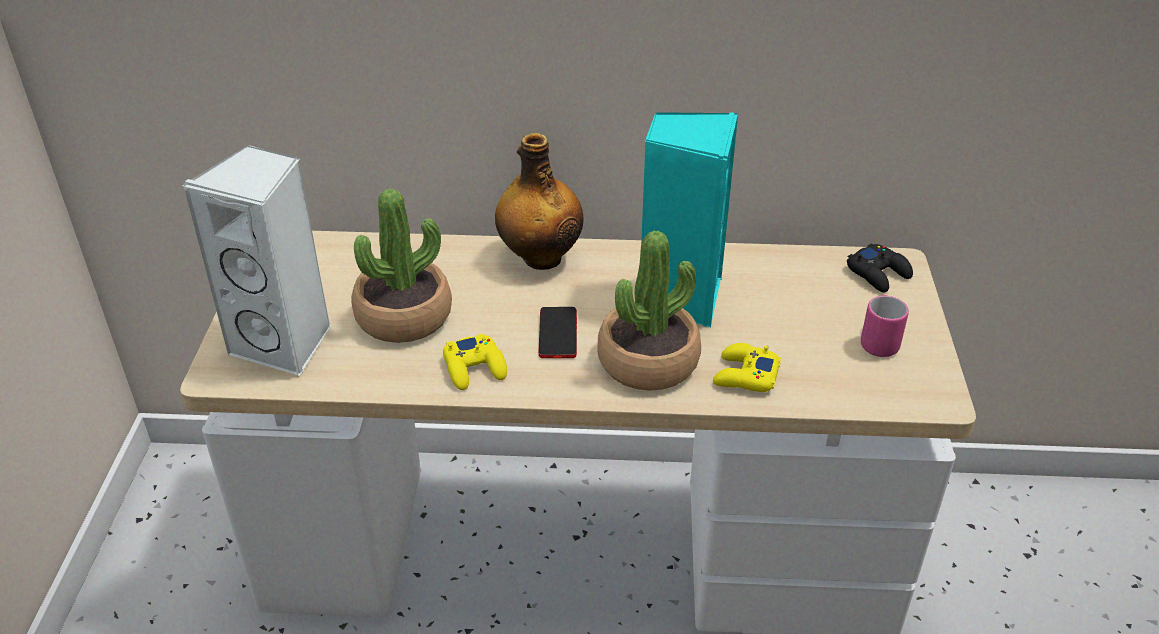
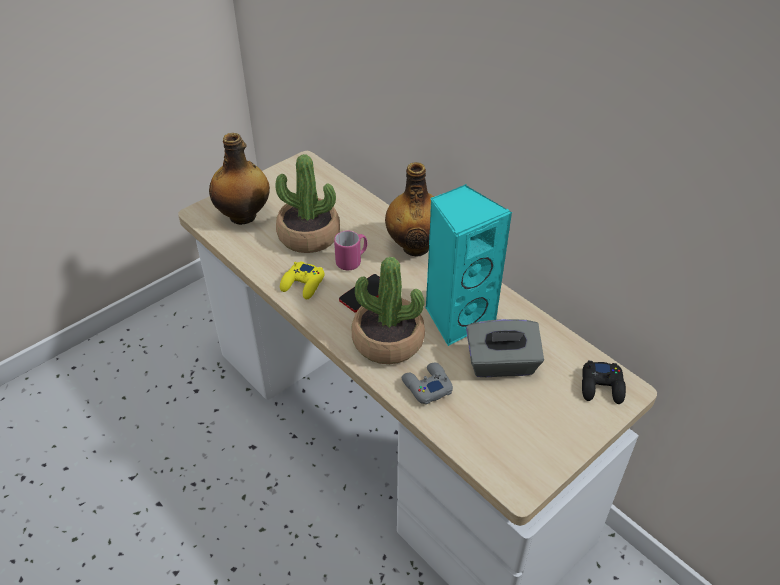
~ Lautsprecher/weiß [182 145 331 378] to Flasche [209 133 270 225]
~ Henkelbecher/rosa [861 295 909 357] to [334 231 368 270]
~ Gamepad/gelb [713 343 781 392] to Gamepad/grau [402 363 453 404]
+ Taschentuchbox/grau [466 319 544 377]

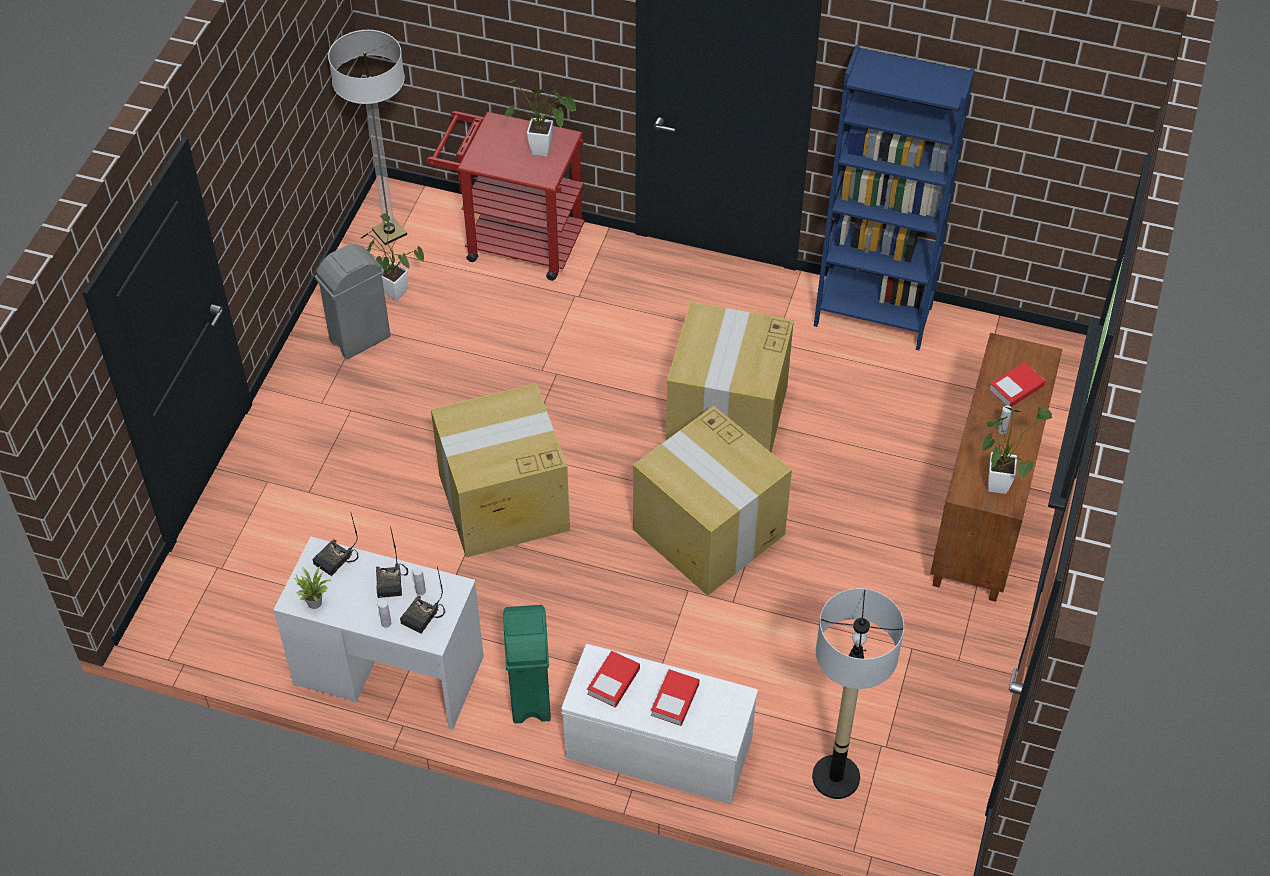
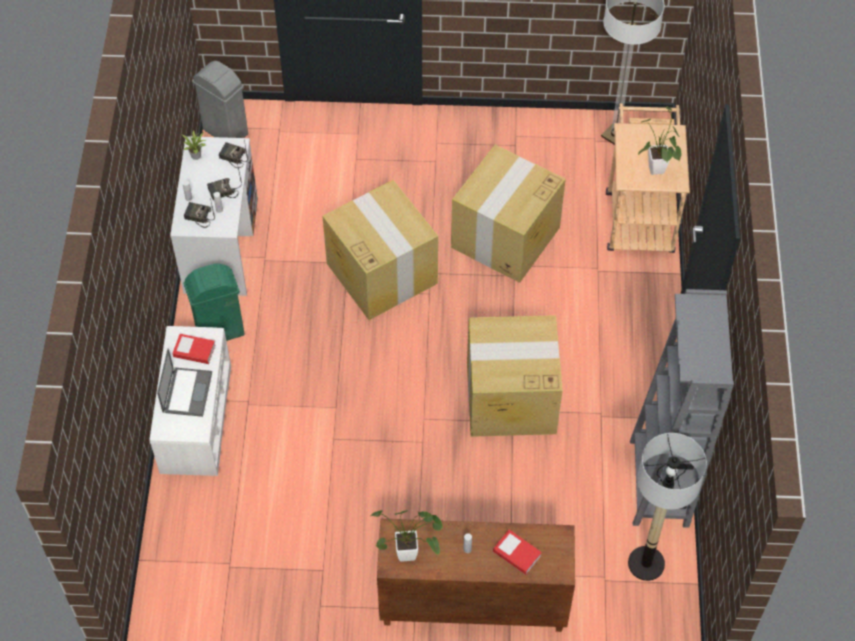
~ Buch [651 669 699 726] to Laptop [157 348 212 417]
~ Mülleimer/grau [315 244 390 360] to [192 61 248 138]
~ Karton [633 406 792 596] to [451 145 566 283]
~ Rollwagen/rot [426 111 585 281] to Rollwagen/beige [606 103 690 253]
~ Stehlampe [812 588 904 799] to [628 433 707 581]
~ Bücherregal/blau [814 45 975 350] to Bücherregal/grau [630 289 734 528]
- Topfpflanze [361 213 424 301]

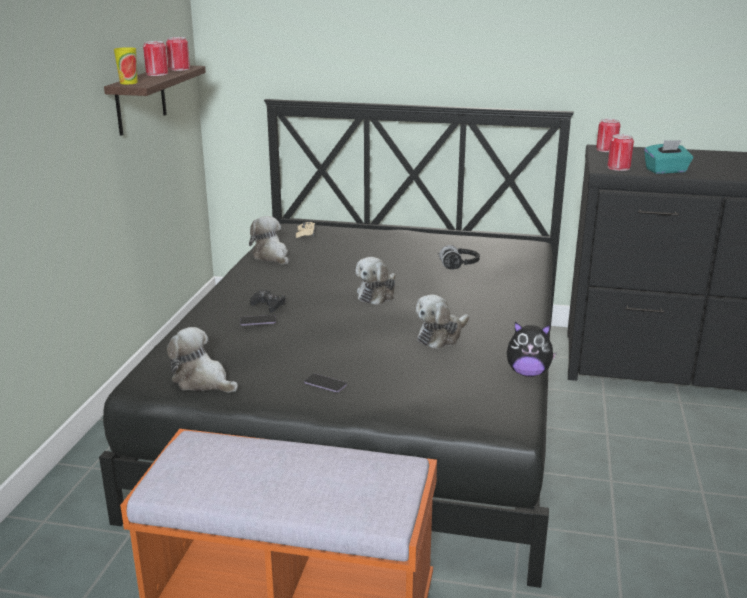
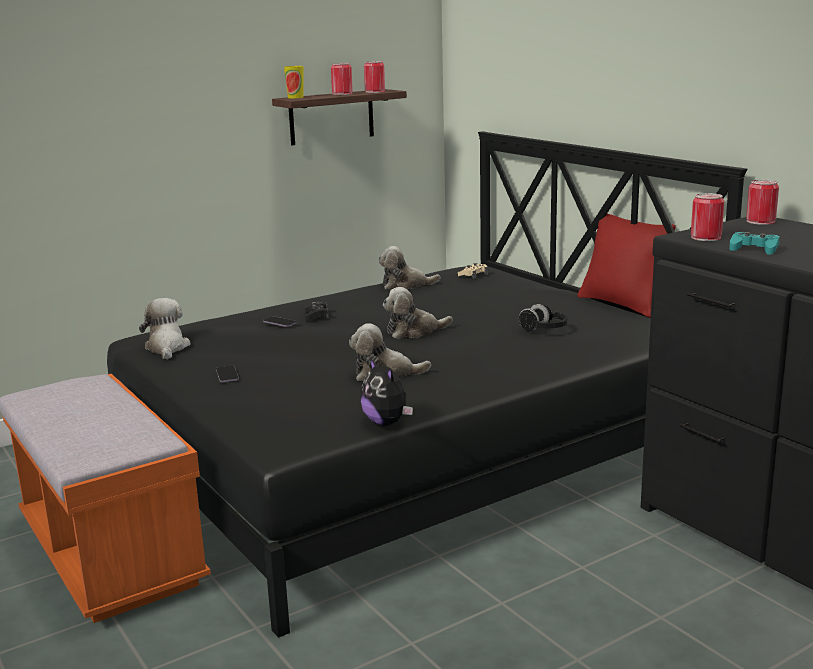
~ Plüschtier [249 216 289 265] = [378 246 440 289] 105 degrees counterclockwise
+ Kissen/rot [577 214 676 318]
~ Taschentuchbox/türkis [644 140 693 174] to Gamepad/türkis [729 232 780 255]

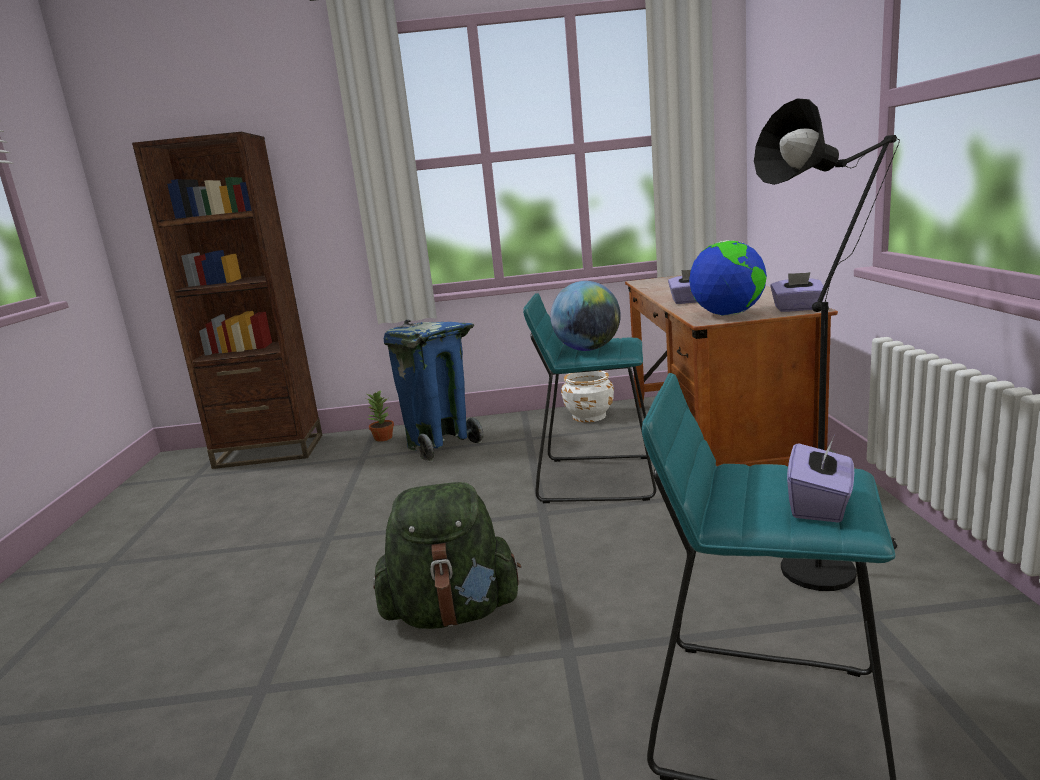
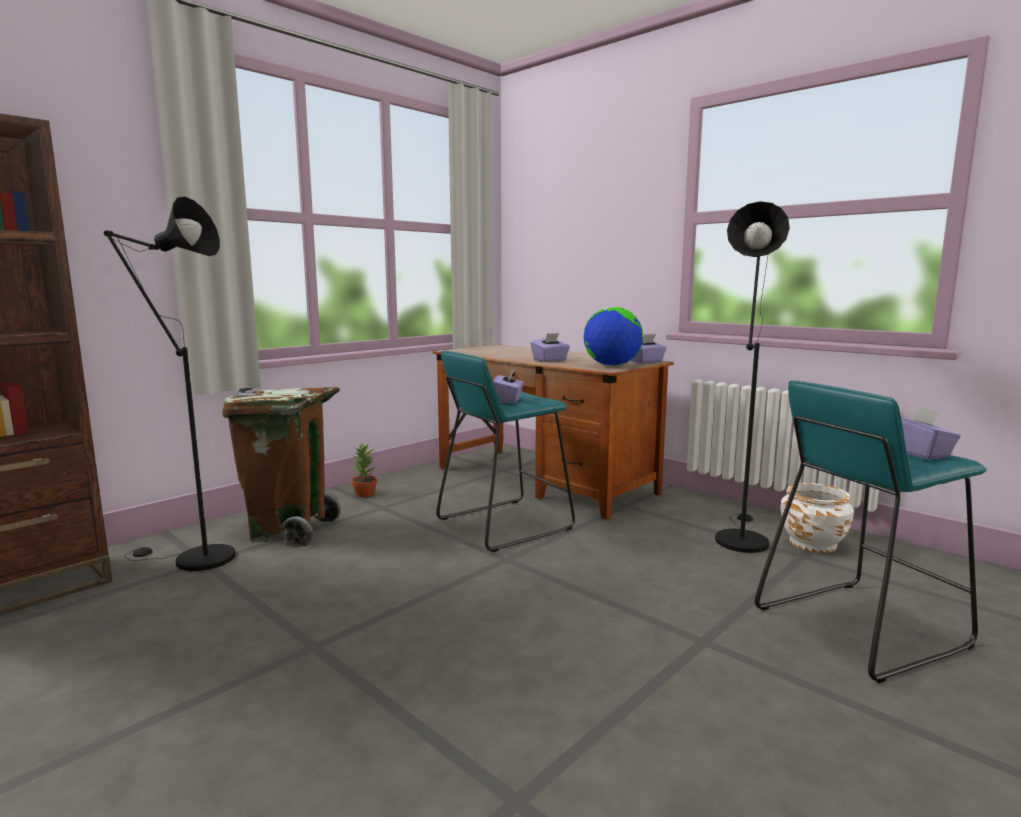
+ Stehlampe/schwarz [104 197 235 571]
~ Mülleimer/blau [384 320 484 462] to Mülleimer/braun [222 387 341 548]
~ Topfpflanze [366 390 394 441] to [351 443 378 497]
~ Globus [550 281 621 351] to Taschentuchbox/lila [493 369 523 403]
~ Pflanzkübel/weiß [561 371 614 422] to [780 483 854 553]
- Rucksack/grün [373 482 521 629]

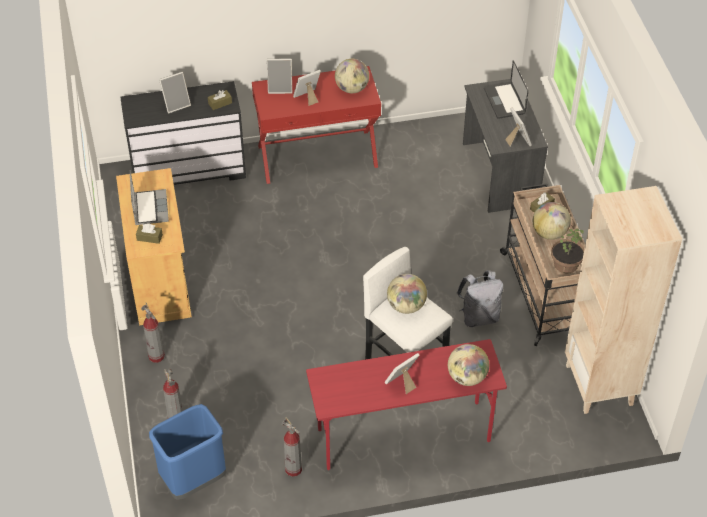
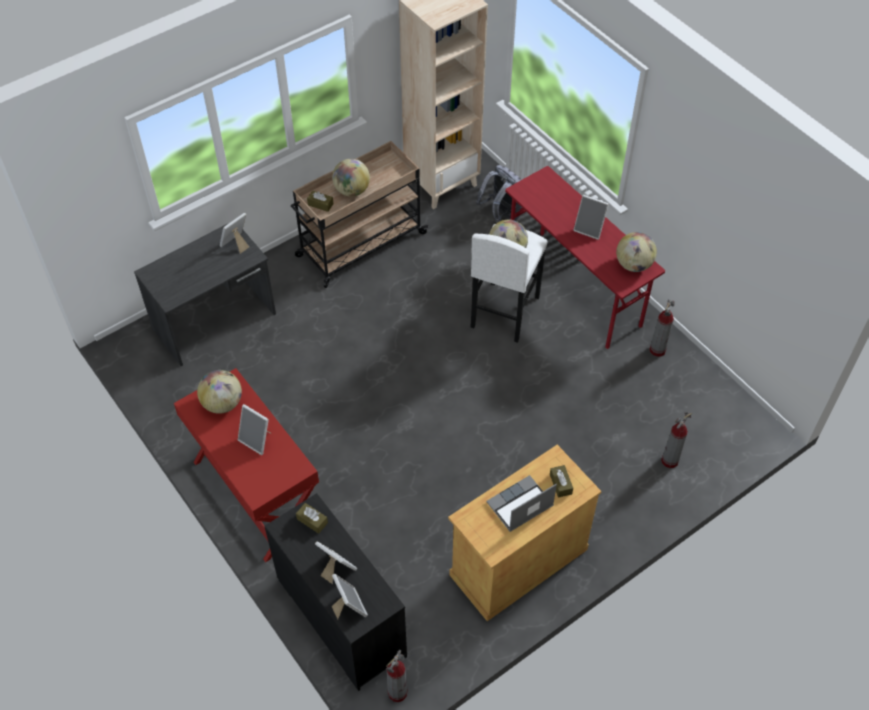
~ Bilderrahmen [267 59 292 94] to [332 574 368 619]
~ Feuerlöscher [141 303 165 363] to [386 650 408 702]
~ Rucksack/grau [456 270 503 327] to [476 165 522 223]
~ Globus [448 344 489 386] to [616 232 657 272]
- Mülleimer/blau [149 404 226 500]
- Laptop [484 60 528 119]
- Topfpflanze [551 228 584 274]

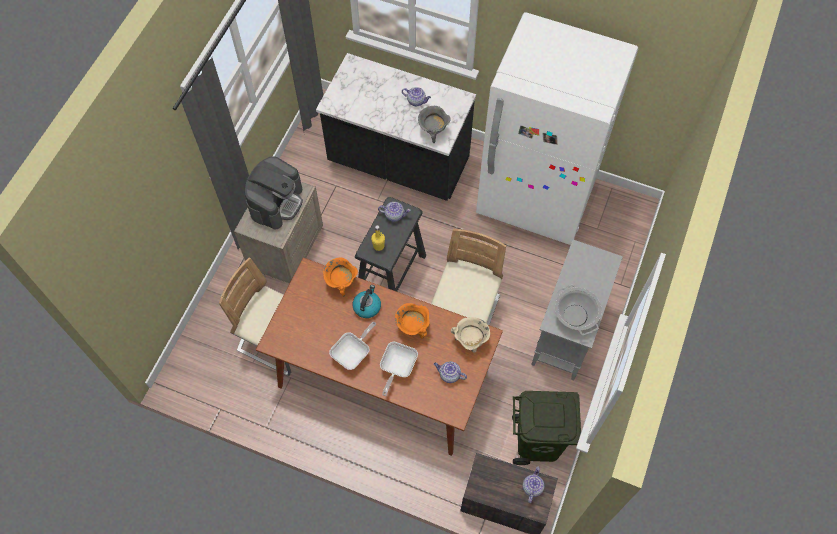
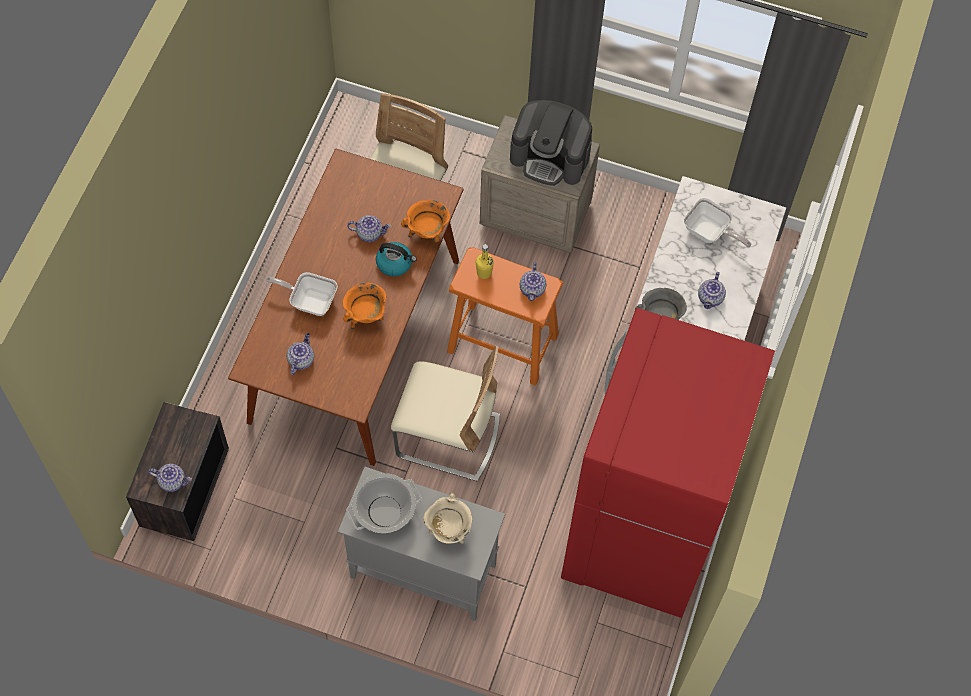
+ Teekanne [347 215 391 242]
~ Kochtopf/beige [451 317 490 352] to [423 493 472 544]
~ Hocker/schwarz [355 197 426 292] to Hocker/orange [447 247 563 386]
~ Kühlschrank/weiß [476 12 638 245] to Kühlschrank/rot [561 308 775 618]
~ Pfanne [329 322 376 370] to [684 198 751 248]
- Mülleimer/grün [512 391 581 465]

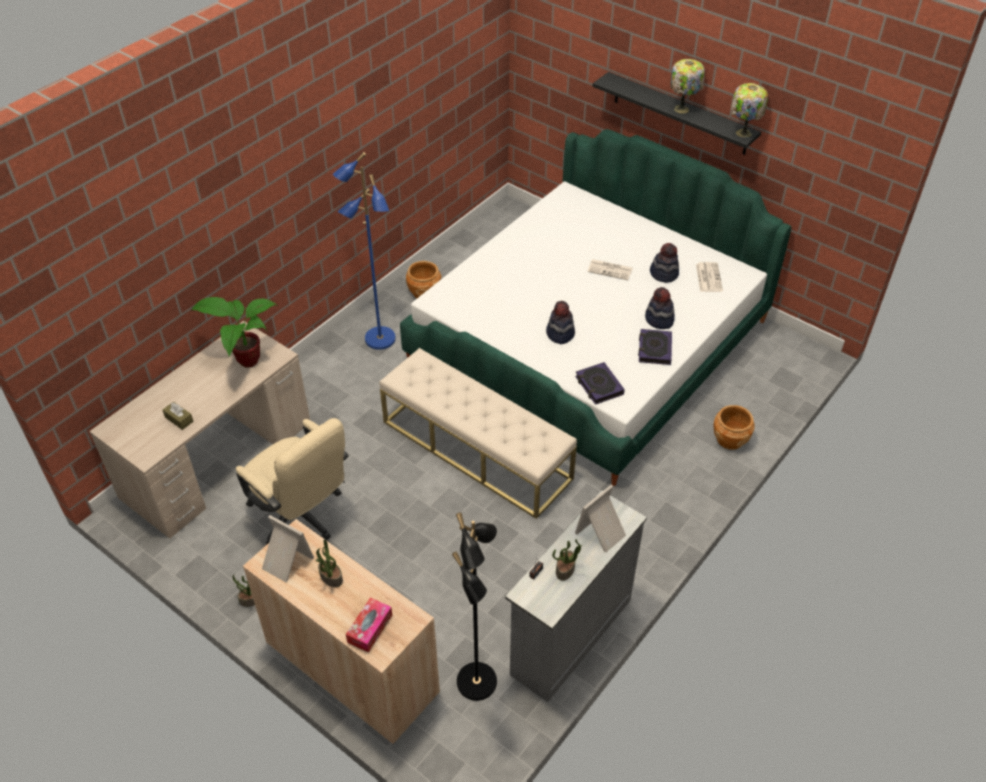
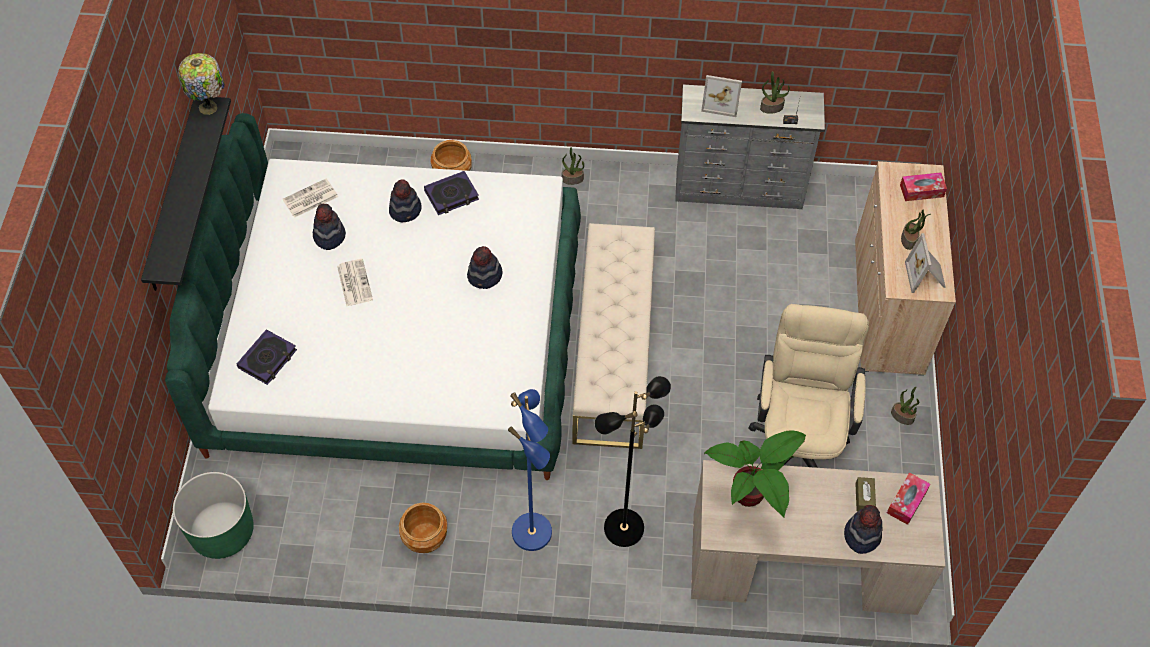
+ Pflanzkübel/grün [173 472 254 559]
~ Buch [575 362 625 405] to [237 329 297 385]
+ Topfpflanze [562 147 584 185]
~ Stehlampe/schwarz [452 513 497 701] to [595 376 671 547]
+ Hut [844 505 882 554]
+ Taschentuchbox [887 472 931 525]
- Tischlampe [671 59 705 114]

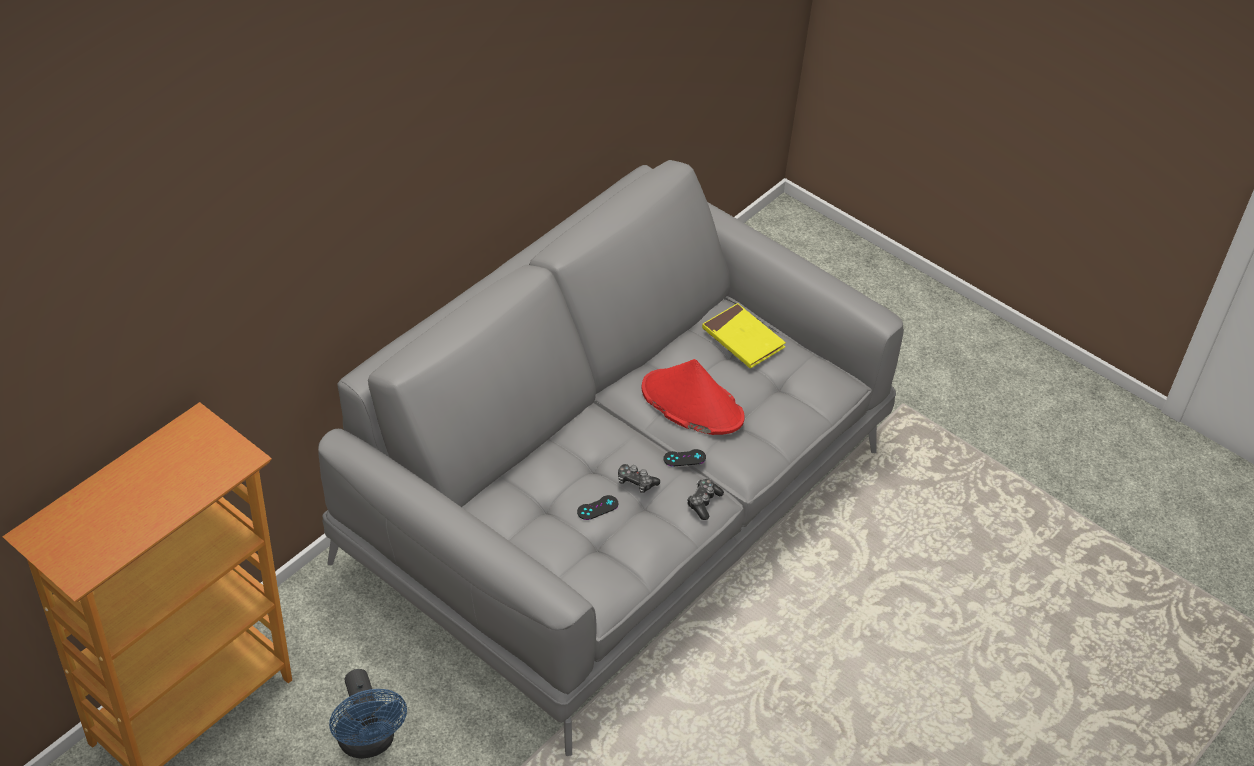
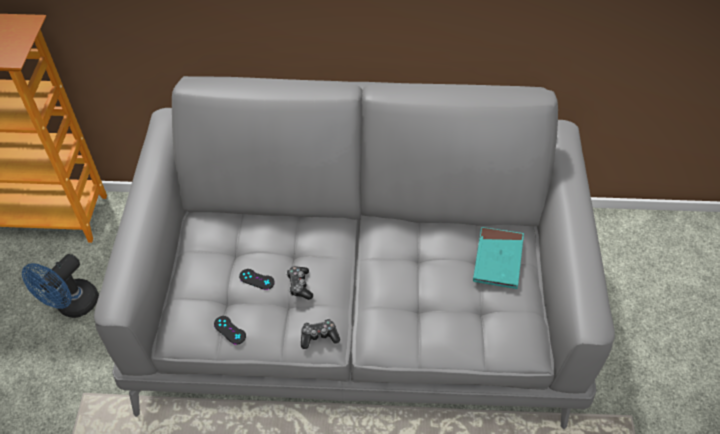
~ Gamepad/schwarz [663 449 706 466] to [214 316 246 345]
~ Buch/gelb [702 303 786 368] to Buch/türkis [473 227 524 289]
- Hut/rot [641 359 745 435]

